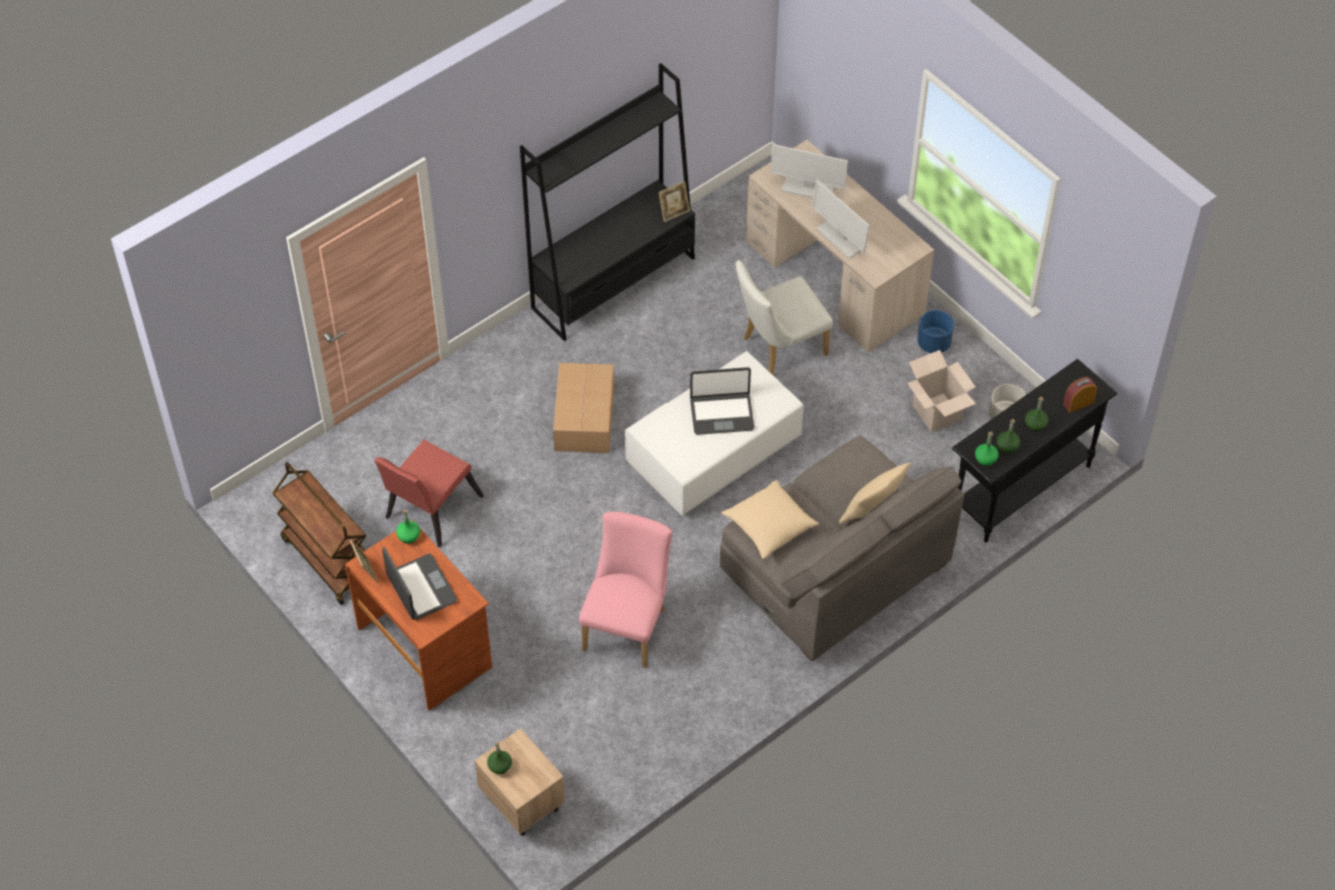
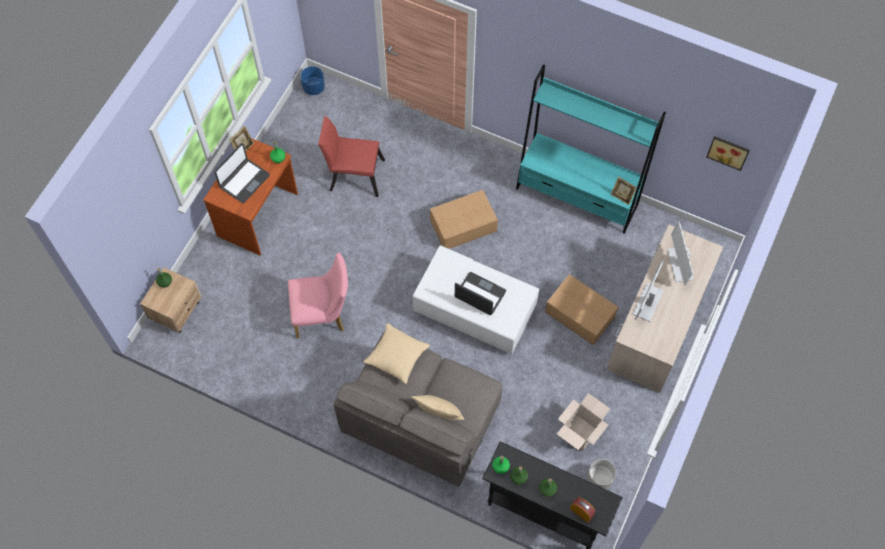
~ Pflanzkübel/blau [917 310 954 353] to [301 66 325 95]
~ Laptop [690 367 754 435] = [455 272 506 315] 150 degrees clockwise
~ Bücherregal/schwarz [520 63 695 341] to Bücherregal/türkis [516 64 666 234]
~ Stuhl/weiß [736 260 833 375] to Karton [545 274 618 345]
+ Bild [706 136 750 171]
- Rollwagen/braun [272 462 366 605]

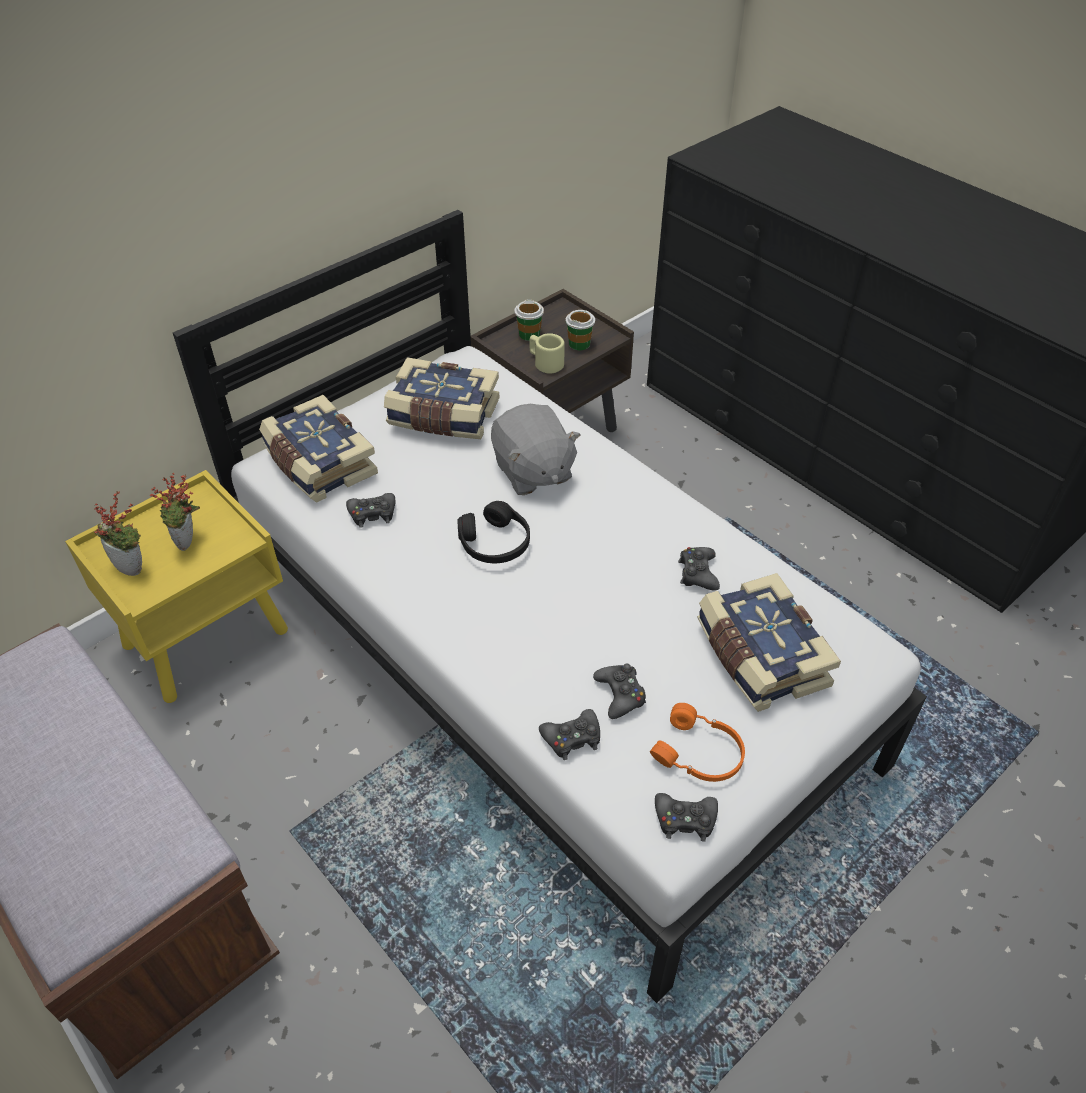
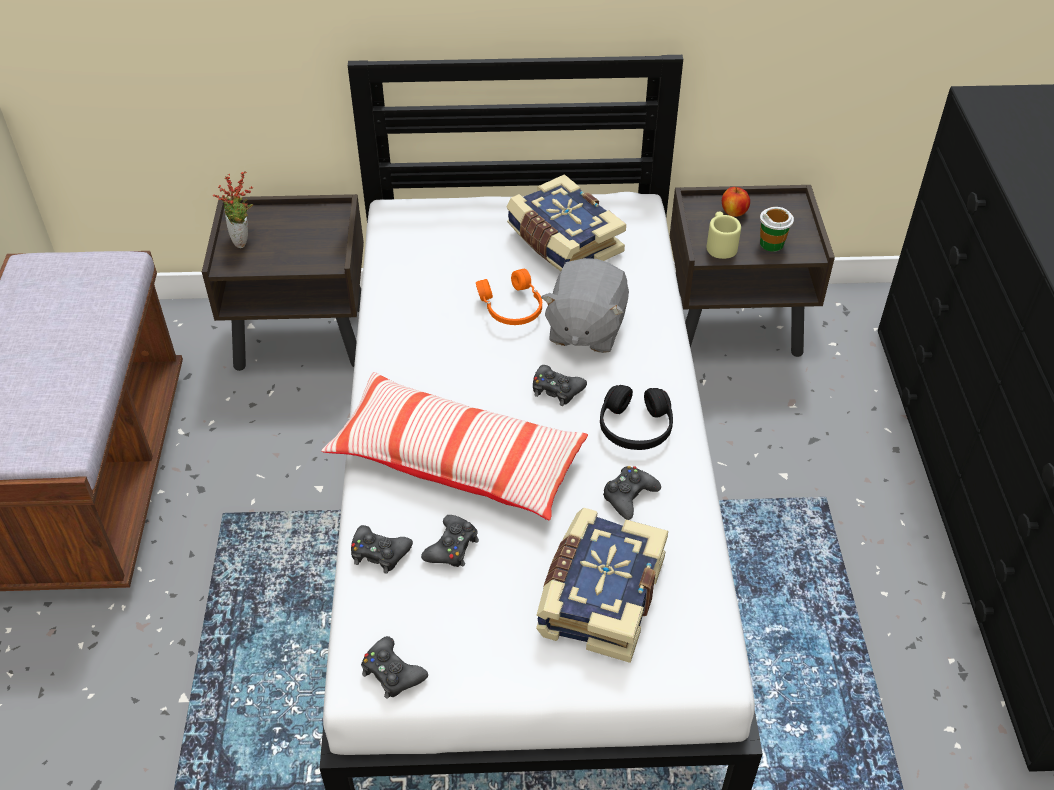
~ Nachttisch/gelb [65 470 288 703] to Nachttisch/braun [202 194 364 371]
+ Kissen [321 372 588 520]
~ Kopfhörer/orange [650 703 745 782] to [476 269 542 325]
~ Gamepad/schwarz [346 493 396 528] to [533 365 587 406]
~ Kopfhörer/schwarz [457 501 530 563] to [600 385 673 450]
~ Tasse [515 299 544 341] to Apfel [722 187 750 217]
- Topfpflanze [150 473 200 551]
- Buch [259 395 378 503]

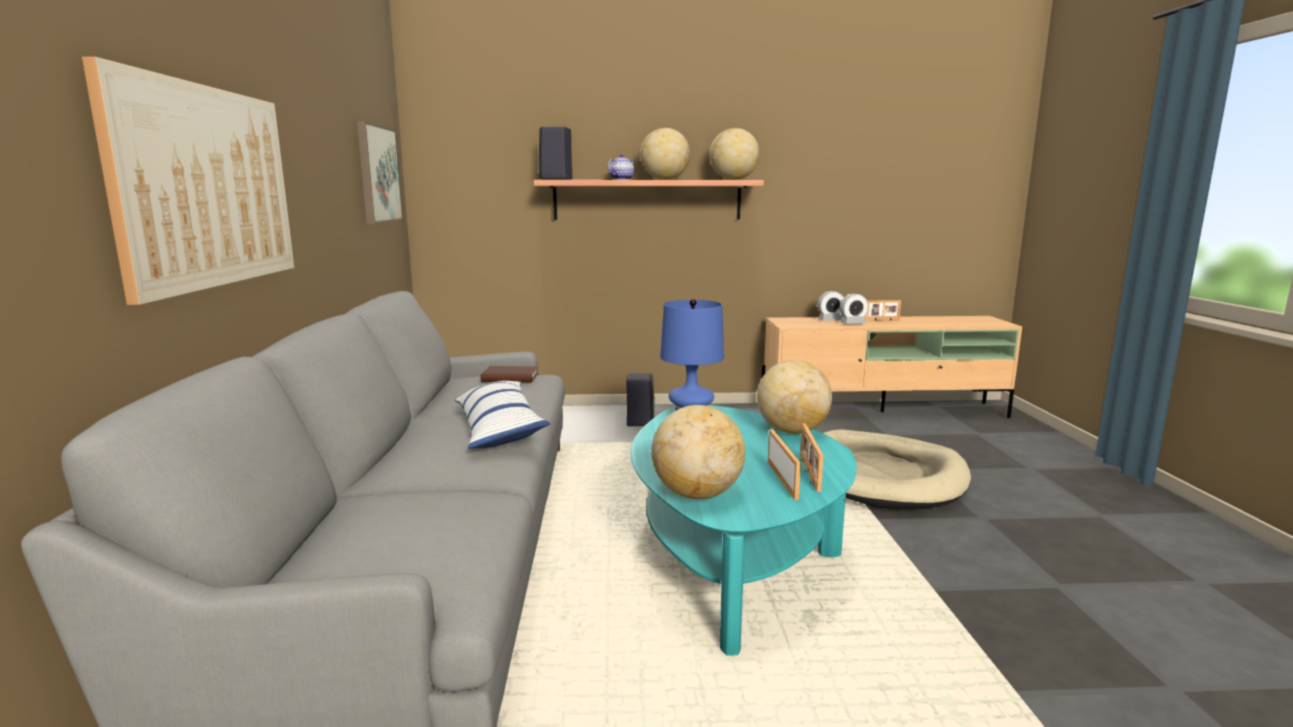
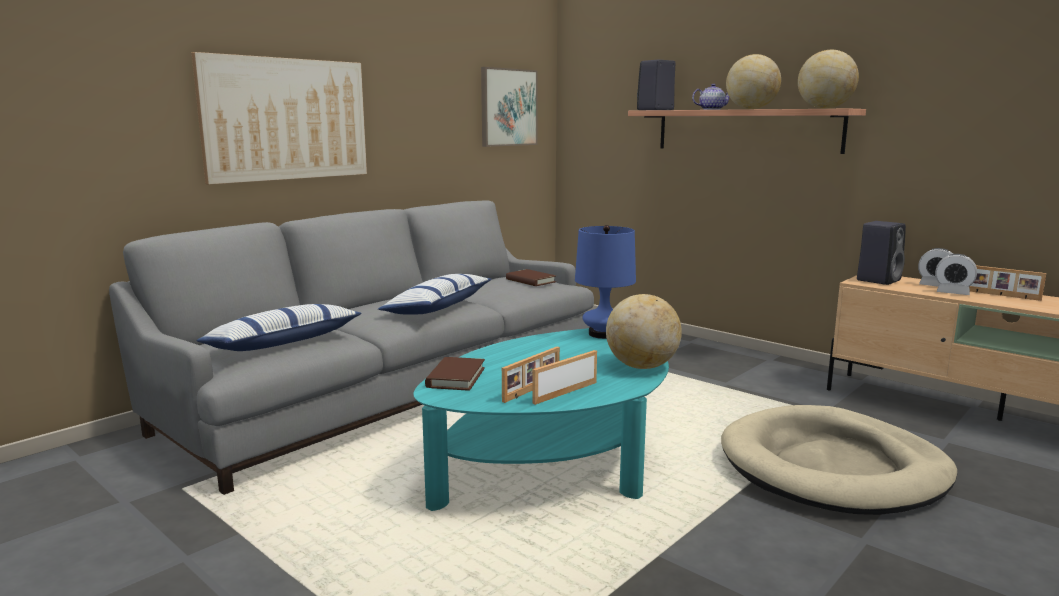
+ Kissen [196 304 362 351]
~ Globus [651 405 745 499] to Buch/braun [425 357 485 391]
~ Lautsprecher/schwarz [627 373 655 426] to [857 221 906 285]

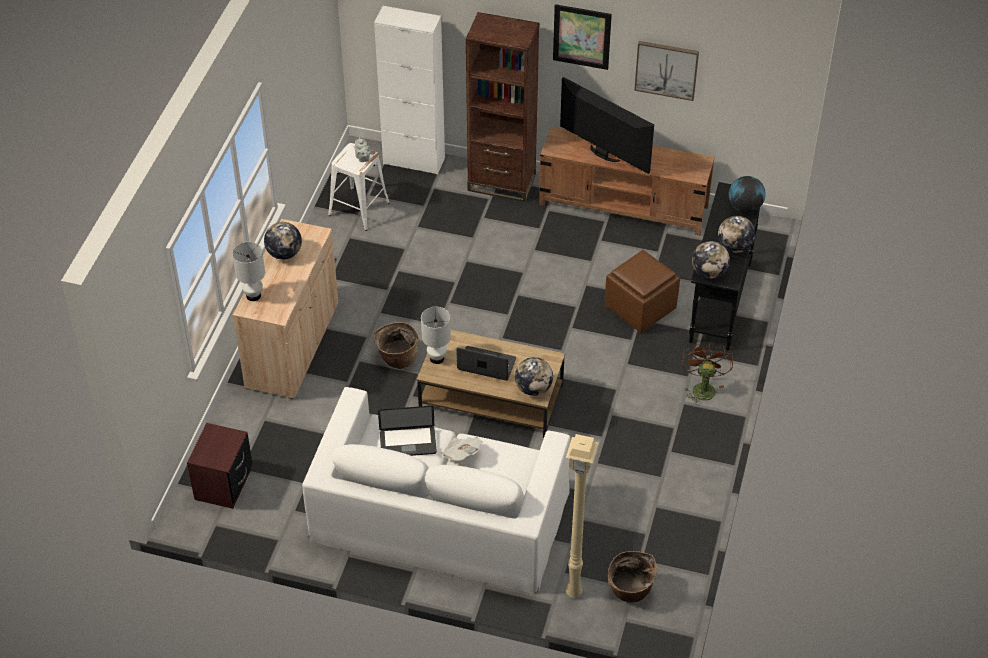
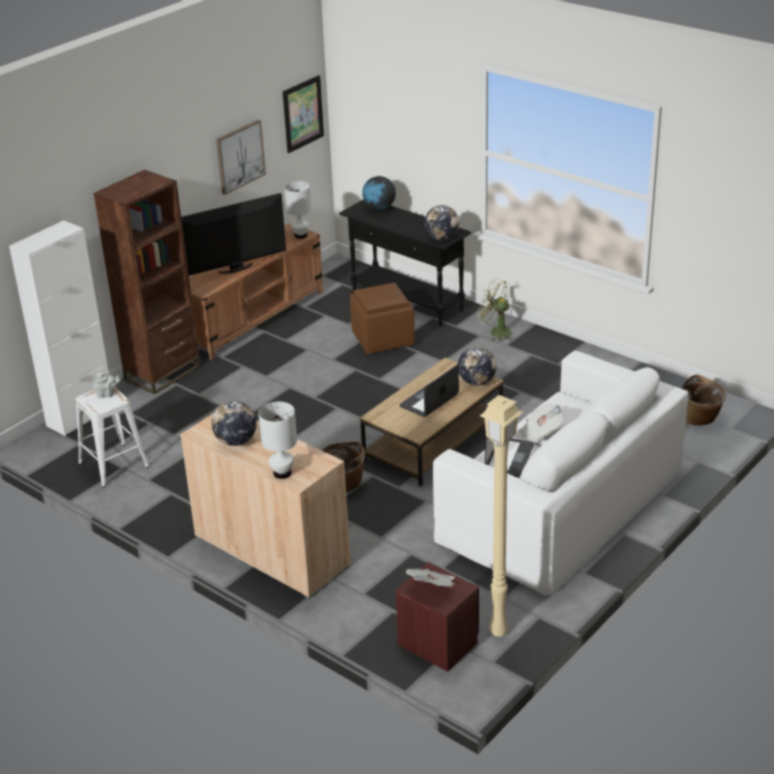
~ Bild [553 4 612 70] to [283 75 324 153]
~ Tischlampe/weiß [421 307 451 364] to [284 181 312 239]
+ Zeitung [406 569 455 587]
~ Ventilator/braun [681 343 733 403] to Ventilator/grün [477 278 514 342]
~ Stehlampe/beige [566 434 599 598] to [480 395 523 637]
- Globus [718 216 755 253]

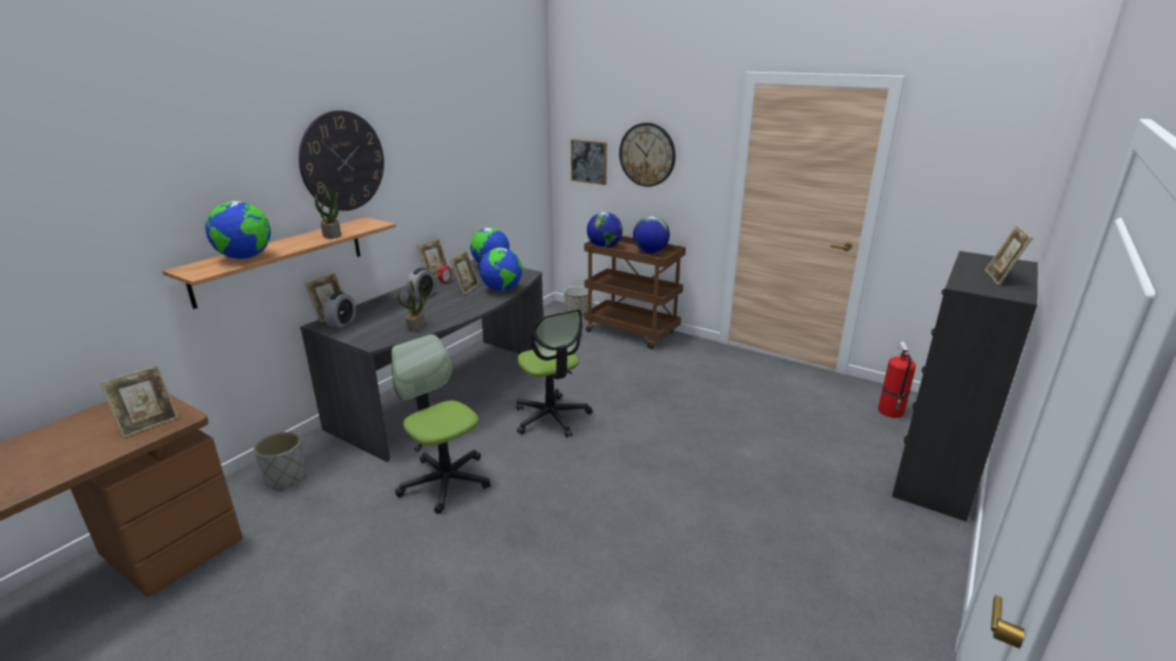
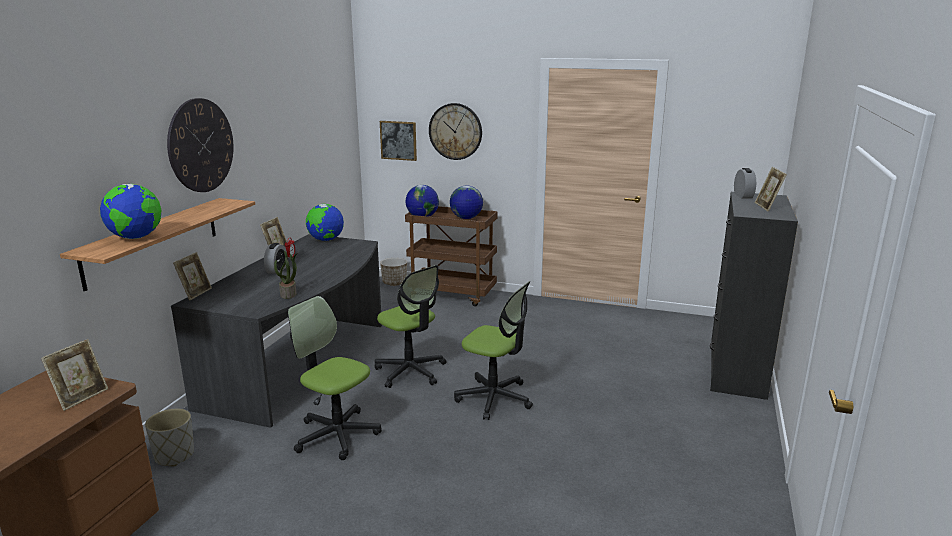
+ Bürostuhl [454 281 533 420]
~ Wecker [323 292 356 328] to [734 168 756 199]
- Topfpflanze [315 185 341 239]
- Bilderrahmen [450 250 479 295]
- Globus [479 248 523 291]
- Feuerlöscher [878 342 916 418]

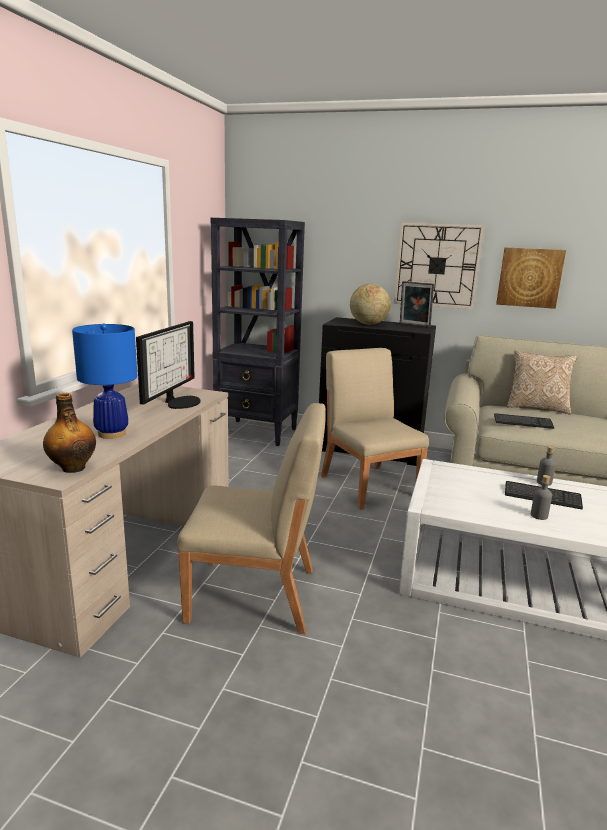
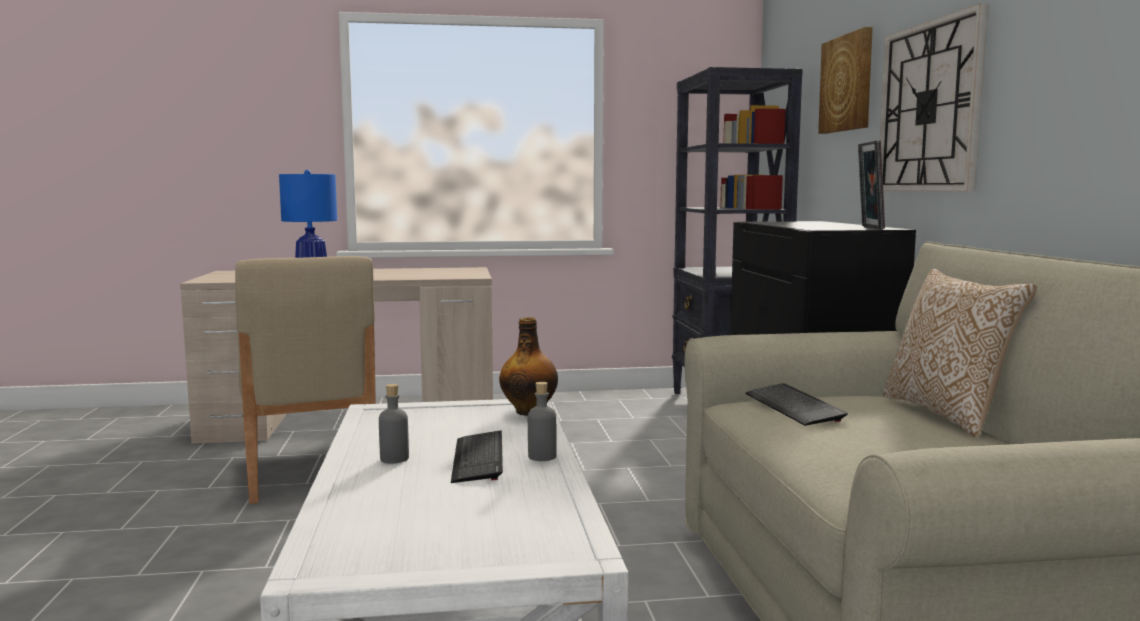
~ Flasche [43 393 96 473] to [499 317 558 416]
~ Bild [496 248 566 309] to [818 27 873 134]
- Monitor [136 321 201 409]
- Stuhl/beige [321 348 429 510]
- Globus [350 284 391 325]

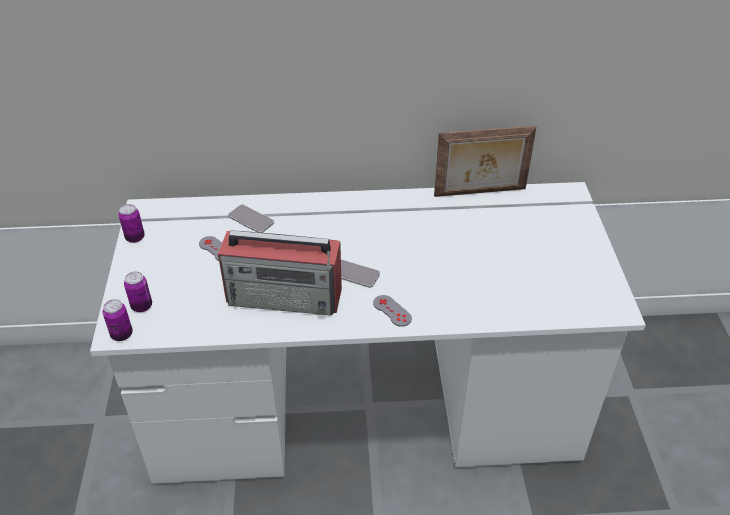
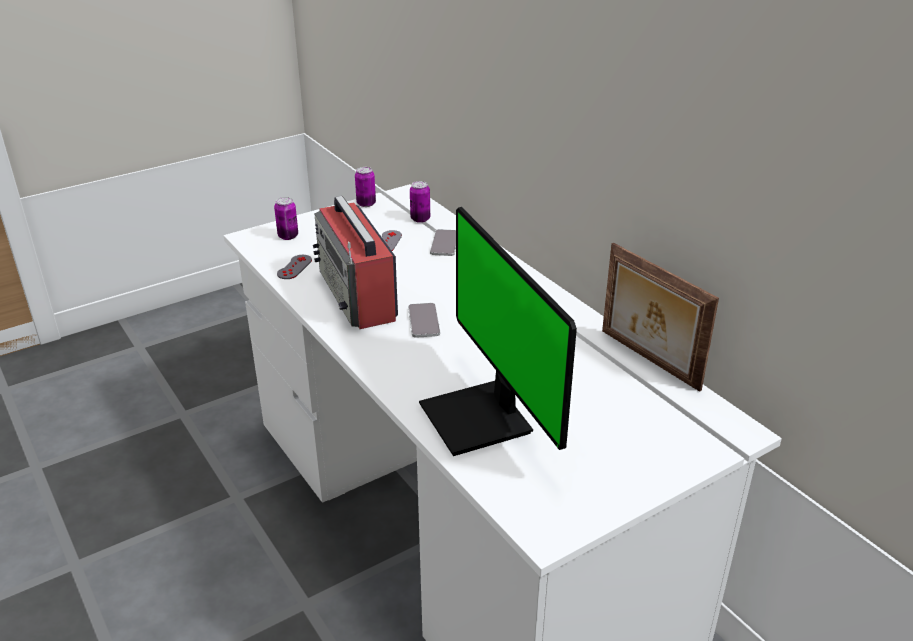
~ Gamepad/grau [373 295 412 327] to [277 255 312 279]
~ Dose [103 299 133 341] to [410 181 430 223]
+ Monitor [419 207 577 456]

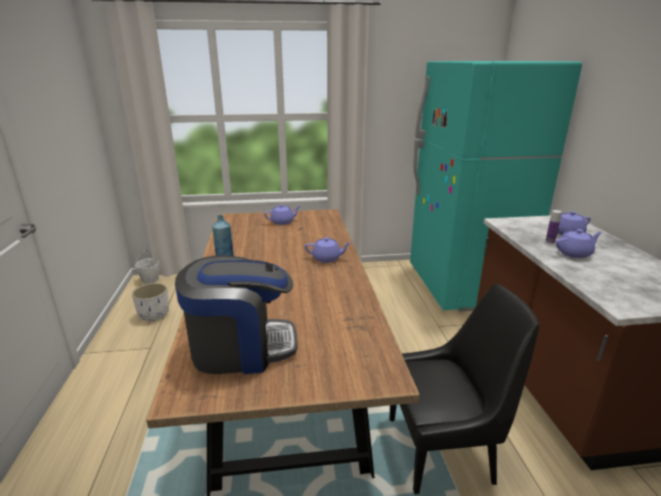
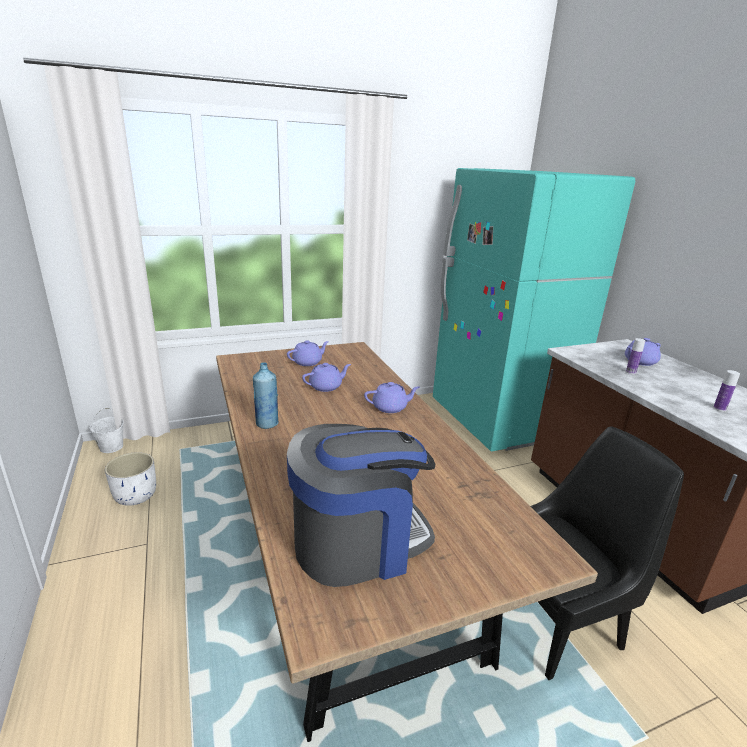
~ Teekanne/lila [556 229 602 258] to [302 363 351 392]
+ Flasche [713 370 740 411]

